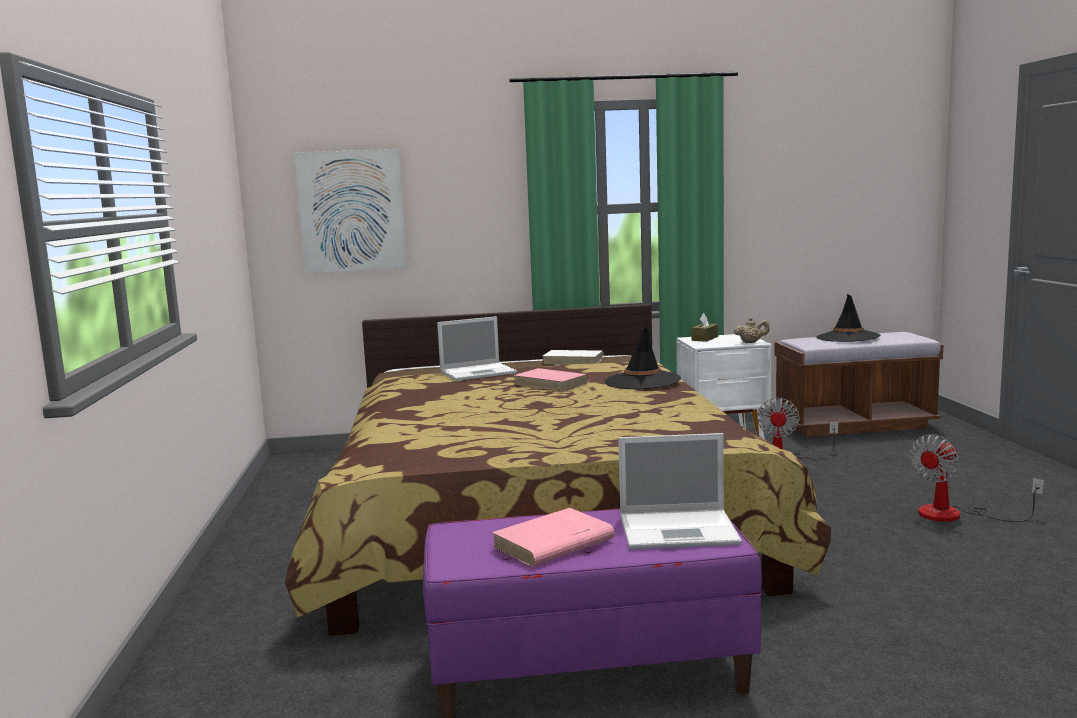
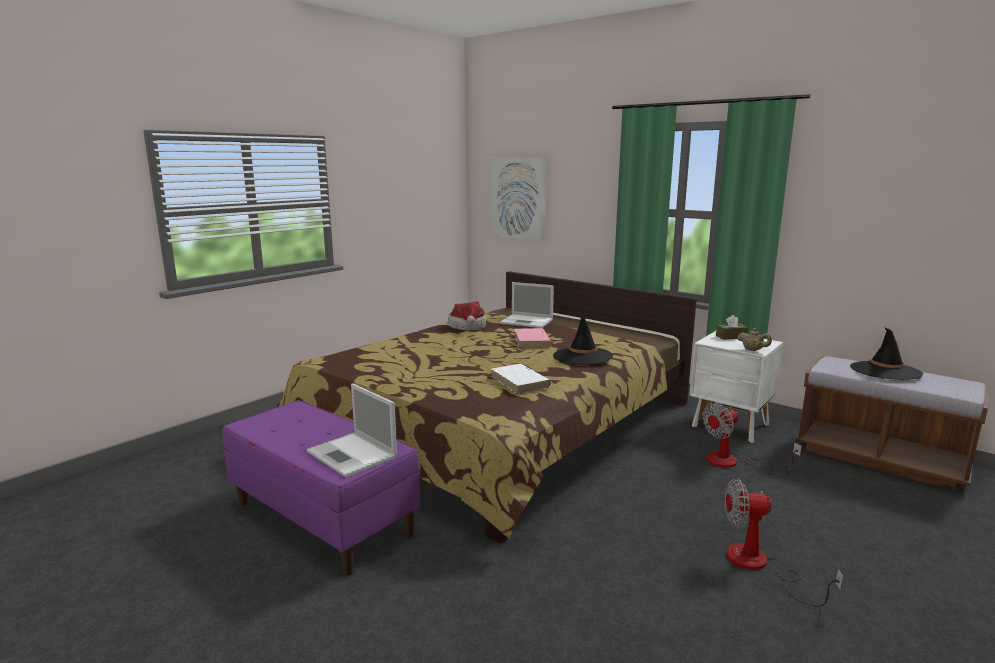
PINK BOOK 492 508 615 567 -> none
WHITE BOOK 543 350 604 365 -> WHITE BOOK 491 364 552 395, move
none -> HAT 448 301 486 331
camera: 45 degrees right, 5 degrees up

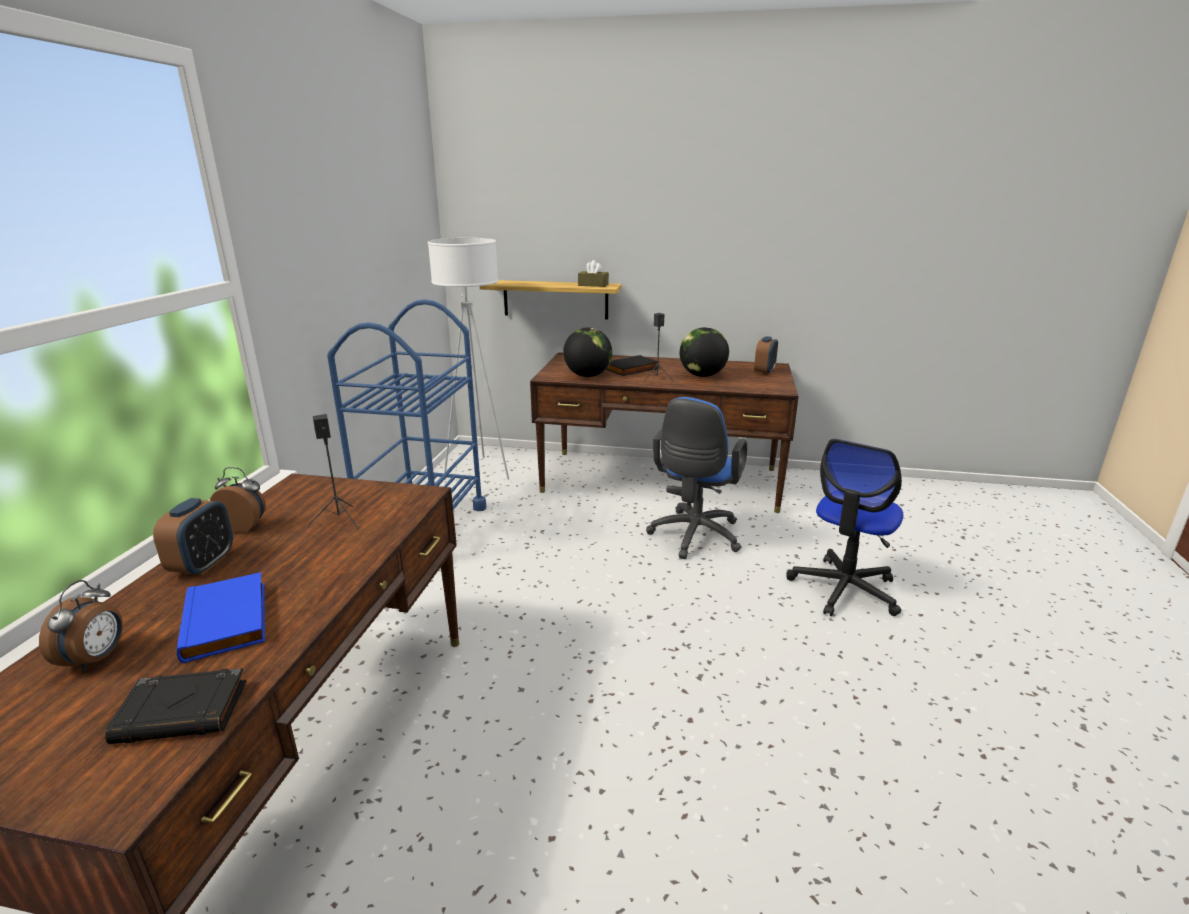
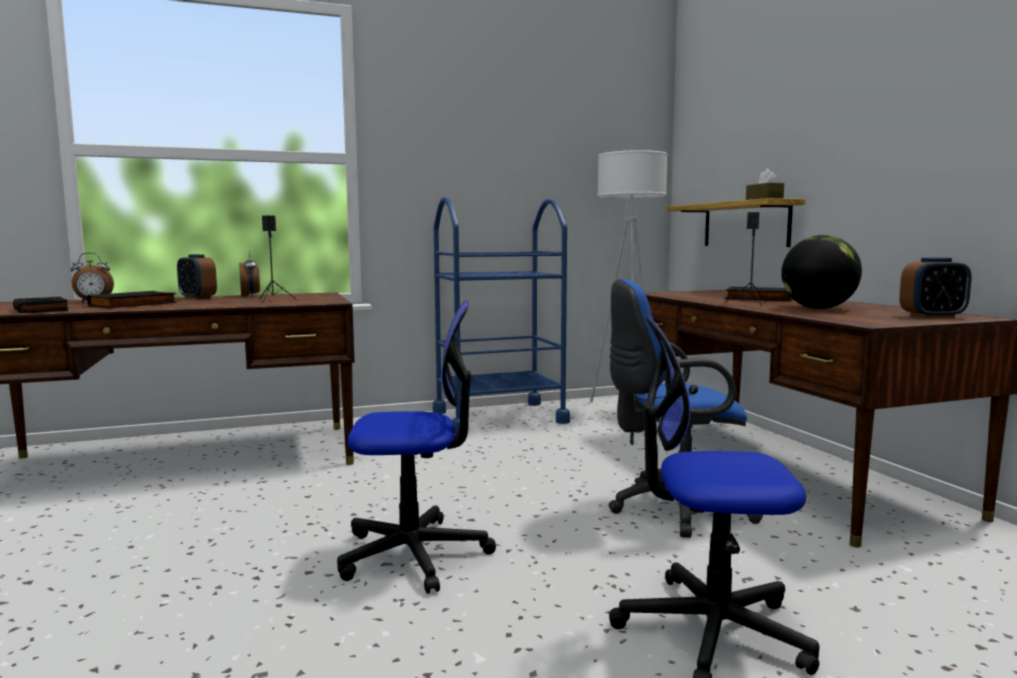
ALARM CLOCK 153 498 233 576 -> ALARM CLOCK 177 254 217 299, 60 degrees clockwise
BLUE BOOK 177 572 265 664 -> BLACK BOOK 87 291 177 308
GLOBE 563 327 612 377 -> none
none -> OFFICE CHAIR 337 300 496 594
camera: 60 degrees right, 15 degrees down

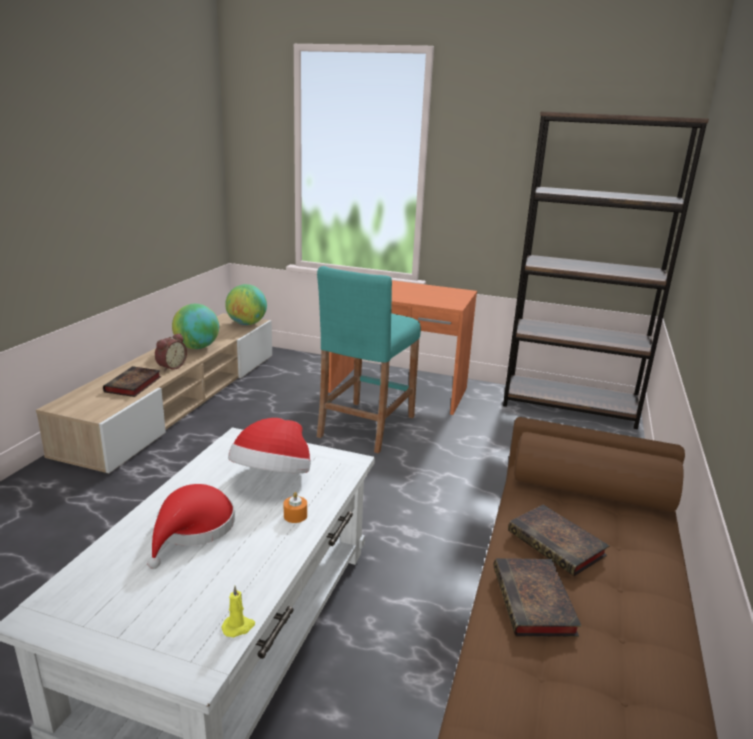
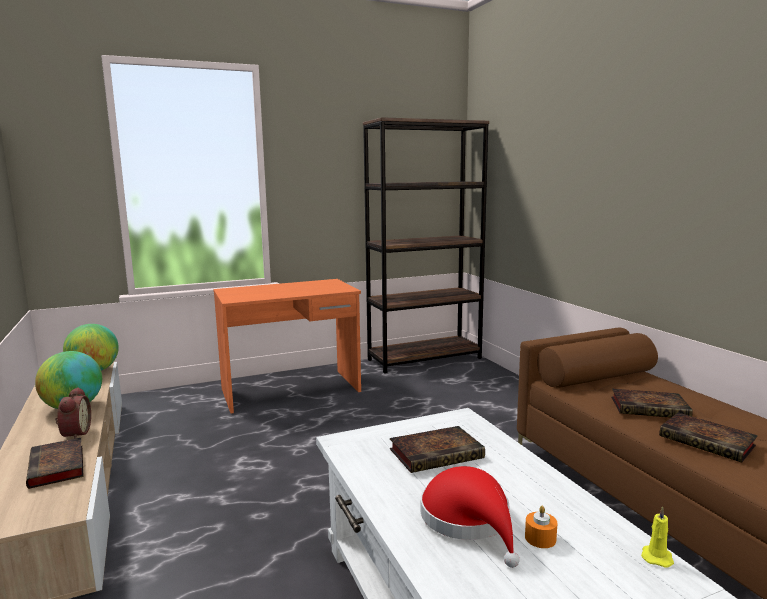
HAT 228 418 311 473 -> BOOK 390 426 485 473
ORANGE CANDLE 284 492 307 523 -> ORANGE CANDLE 525 506 557 548, move
TURQUOISE STOOL 317 266 421 453 -> none
camera: 40 degrees left, 10 degrees down

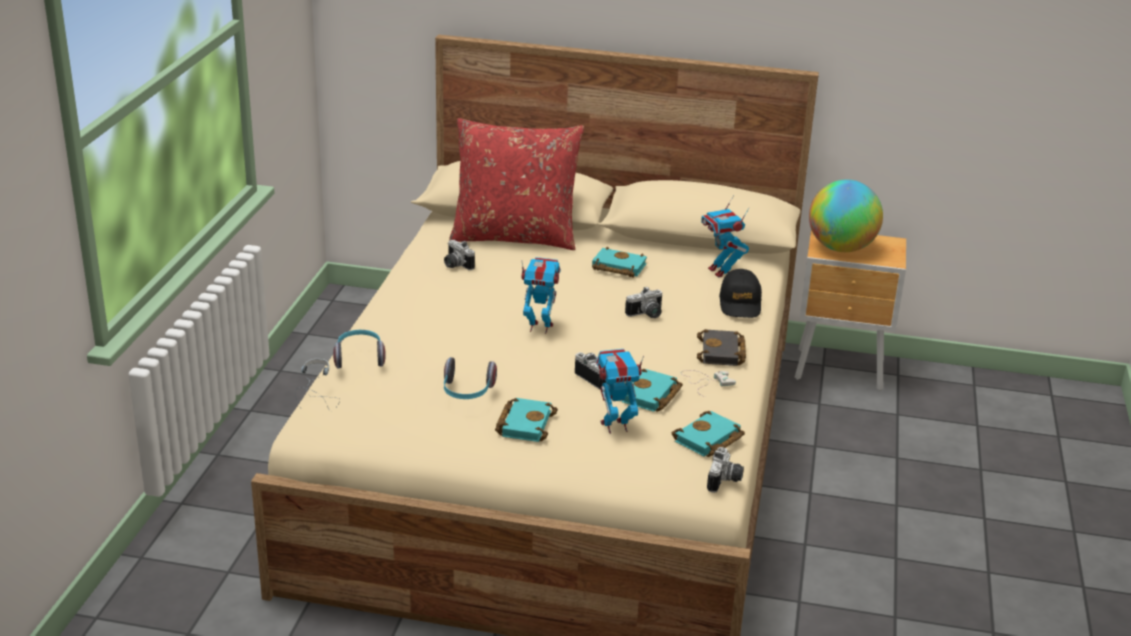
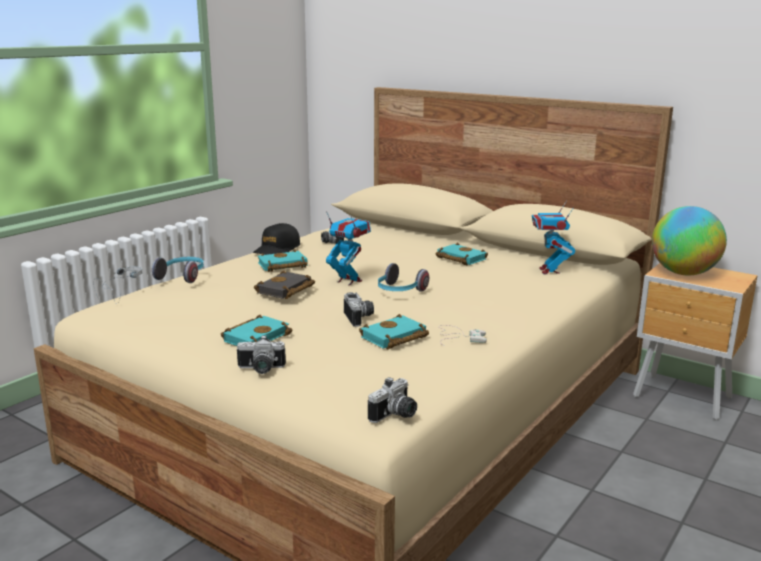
HEADPHONES 444 357 497 399 -> HEADPHONES 378 263 429 292, move
RED PILLOW 449 118 584 250 -> none
TOY ROBOT 596 349 644 434 -> none
PHOTO CAMERA 625 286 663 318 -> PHOTO CAMERA 237 335 286 374, move
TURQUOISE BOOK 672 411 745 457 -> TURQUOISE BOOK 258 250 308 272, move
BLACK BOOK 697 329 746 366 -> BLACK BOOK 254 270 315 299, move
BLACK CAP 719 269 762 318 -> BLACK CAP 253 223 300 255, move
camera: 25 degrees right, 10 degrees down

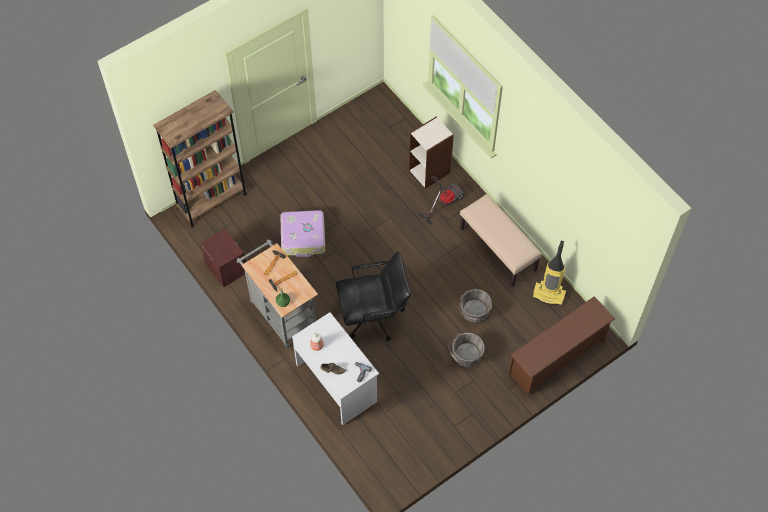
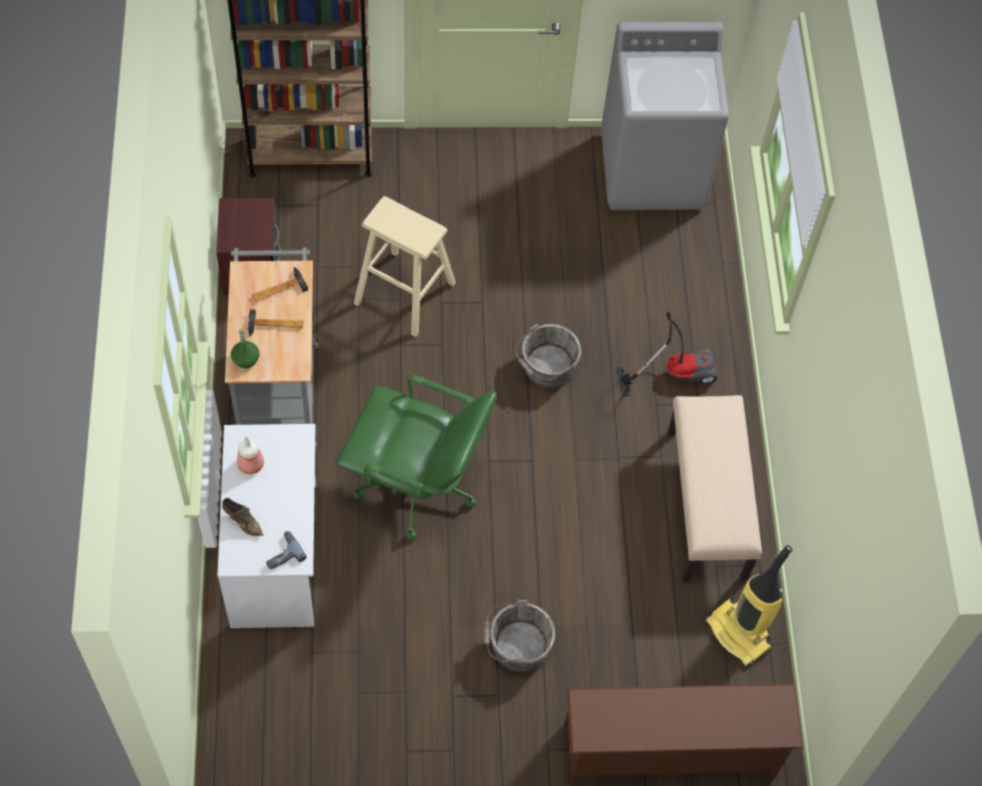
SUITCASE 280 210 325 257 -> BEIGE STOOL 354 196 456 337
BLACK OFFICE CHAIR 336 251 411 341 -> GREEN OFFICE CHAIR 337 375 497 540
BOOKCASE 409 116 454 189 -> none
GREY BUCKET 459 289 492 323 -> GREY BUCKET 515 324 582 388, move
none -> GREY WASHING MACHINE 601 22 729 210
camera: 30 degrees right, 0 degrees up

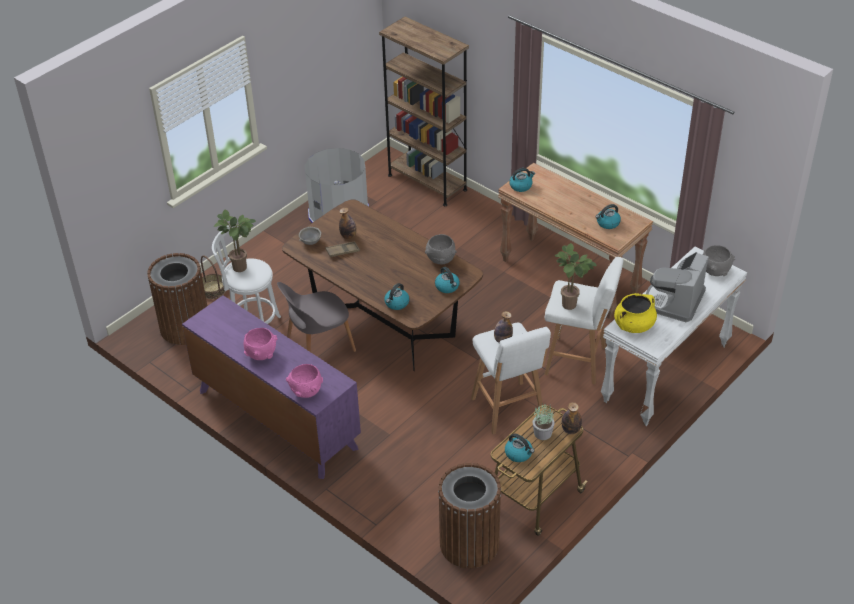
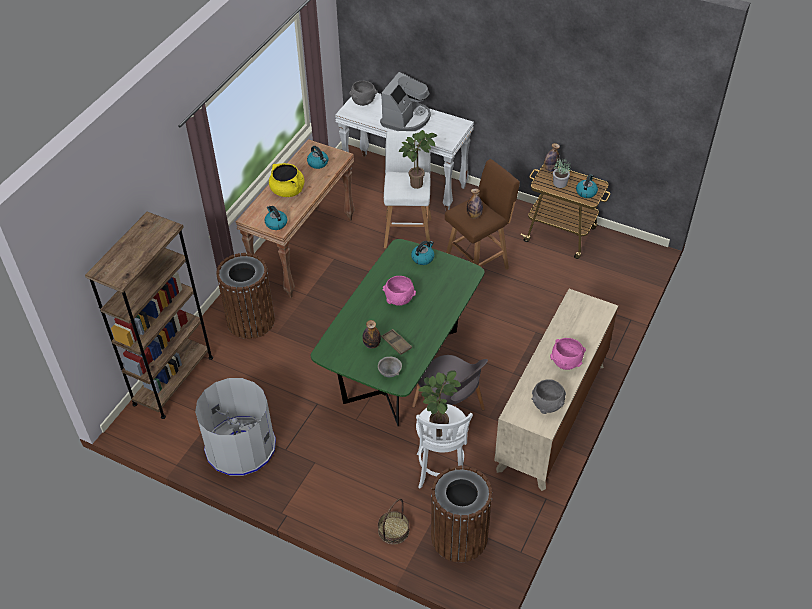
PURPLE DRESSER 182 296 361 479 -> BEIGE DRESSER 494 289 618 491
BROWN DINING TABLE 282 199 483 371 -> GREEN DINING TABLE 311 239 485 426
PINK BOWL 286 364 323 398 -> PINK BOWL 383 276 416 306, move
KETTLE 384 283 409 310 -> none
GREY BOWL 425 234 457 265 -> GREY BOWL 532 379 566 414, move
BROWN TRASH CAN 438 463 501 568 -> BROWN TRASH CAN 216 253 275 339, move
WHITE STOOL 471 323 551 434 -> BROWN STOOL 445 159 520 270
YELLOW COOKING POT 614 293 657 333 -> YELLOW COOKING POT 269 163 304 197, move
COFFEE MACHINE 646 252 709 322 -> COFFEE MACHINE 380 72 431 131, 75 degrees counterclockwise
camera: 105 degrees left, 5 degrees up

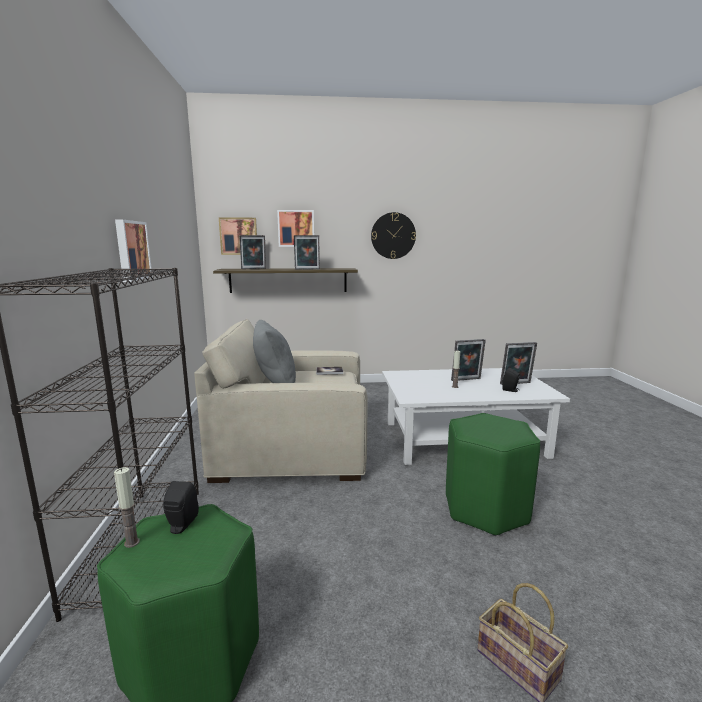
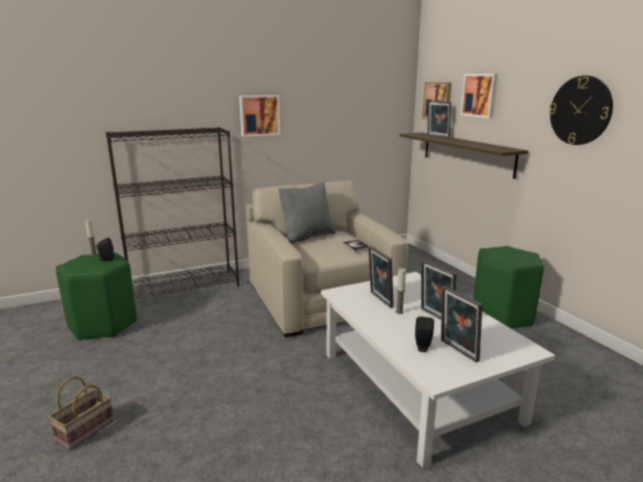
PICTURE FRAME 294 235 320 269 -> PICTURE FRAME 368 246 394 308, move
GREEN STOOL 446 413 540 536 -> GREEN STOOL 473 246 544 329, move
camera: 70 degrees right, 5 degrees up

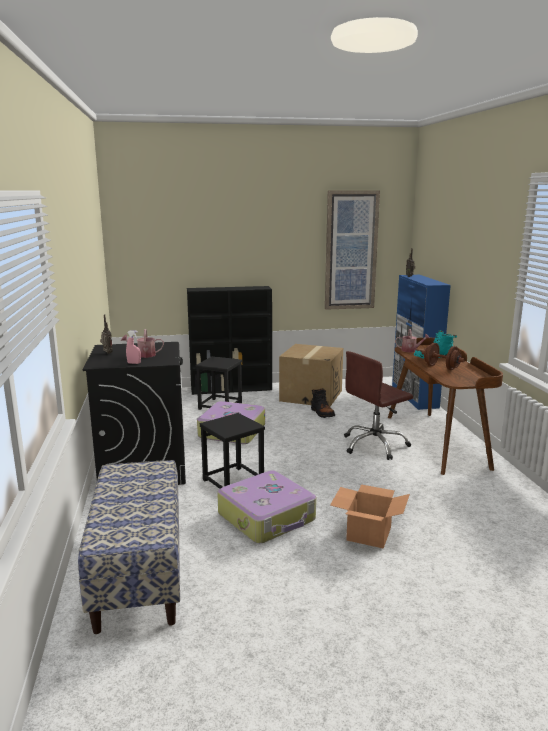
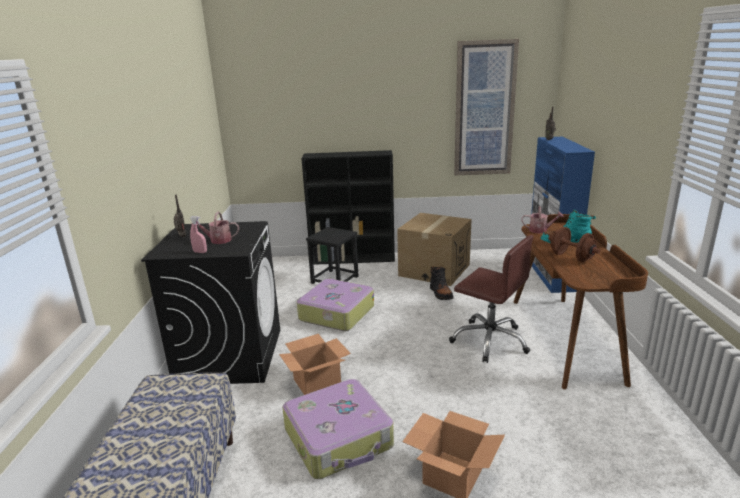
BLACK STOOL 200 413 265 489 -> CARDBOARD BOX 279 334 351 395
BROWN OFFICE CHAIR 344 351 413 460 -> BROWN OFFICE CHAIR 449 235 534 363, 120 degrees counterclockwise
camera: 10 degrees right, 5 degrees up

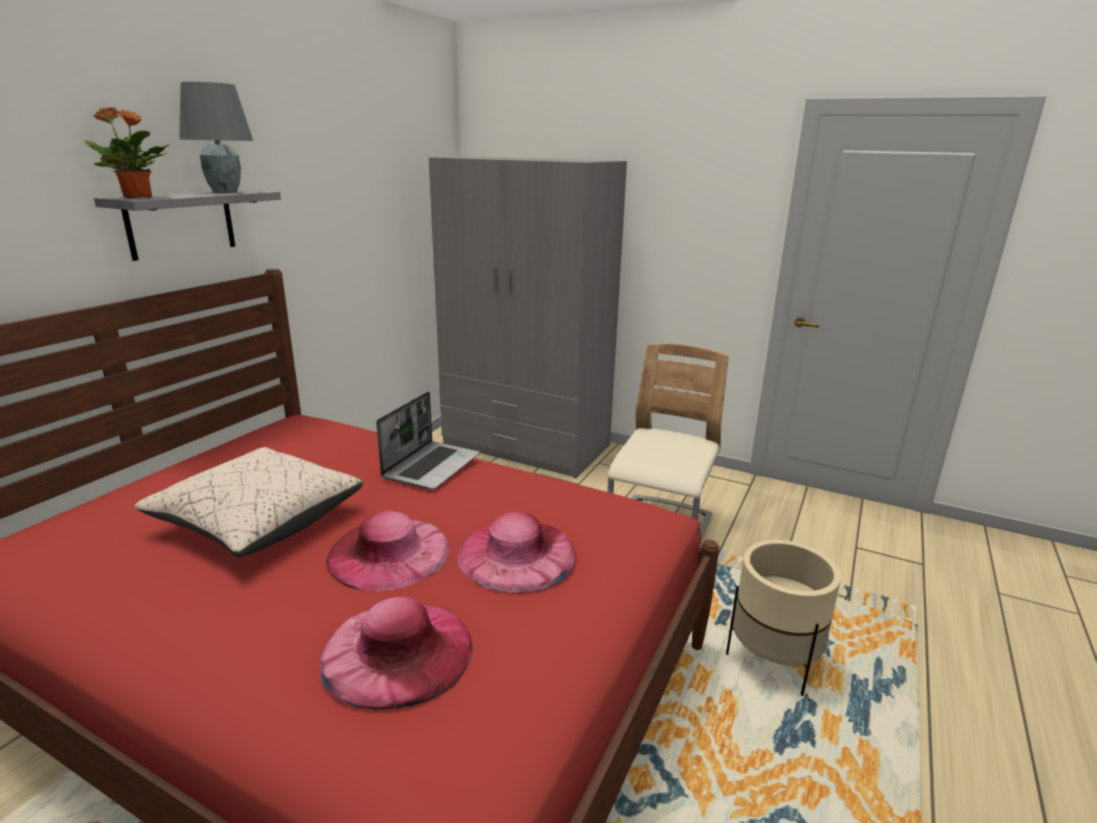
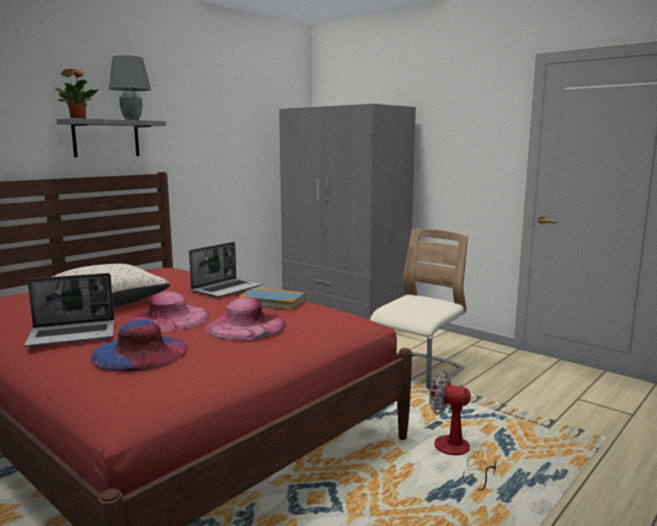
PINK HAT 320 597 473 709 -> BLUE HAT 91 320 187 371
BEIGE PLANTER 726 540 841 696 -> FAN 430 371 497 491
none -> LAPTOP 24 273 115 347
none -> BOOK 237 288 306 310
camera: 15 degrees right, 10 degrees down

